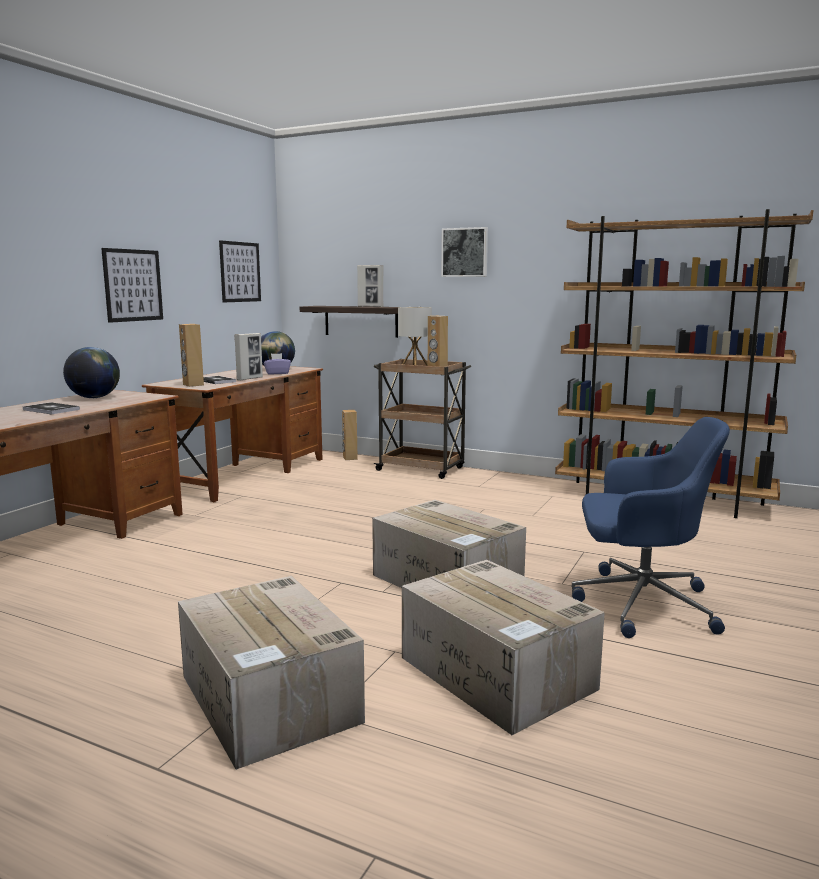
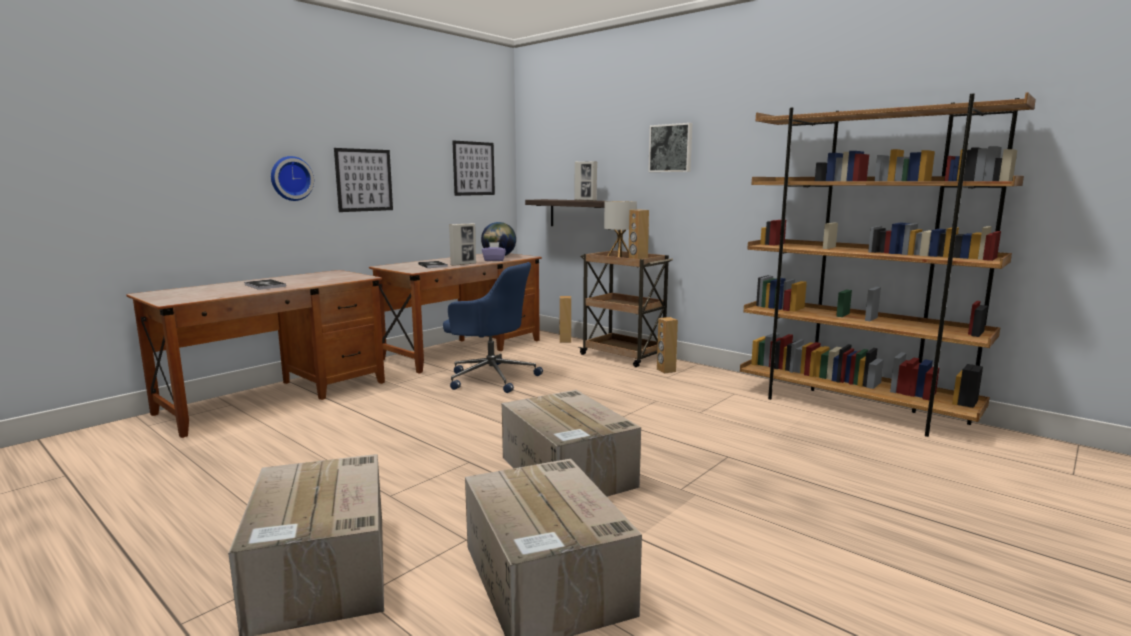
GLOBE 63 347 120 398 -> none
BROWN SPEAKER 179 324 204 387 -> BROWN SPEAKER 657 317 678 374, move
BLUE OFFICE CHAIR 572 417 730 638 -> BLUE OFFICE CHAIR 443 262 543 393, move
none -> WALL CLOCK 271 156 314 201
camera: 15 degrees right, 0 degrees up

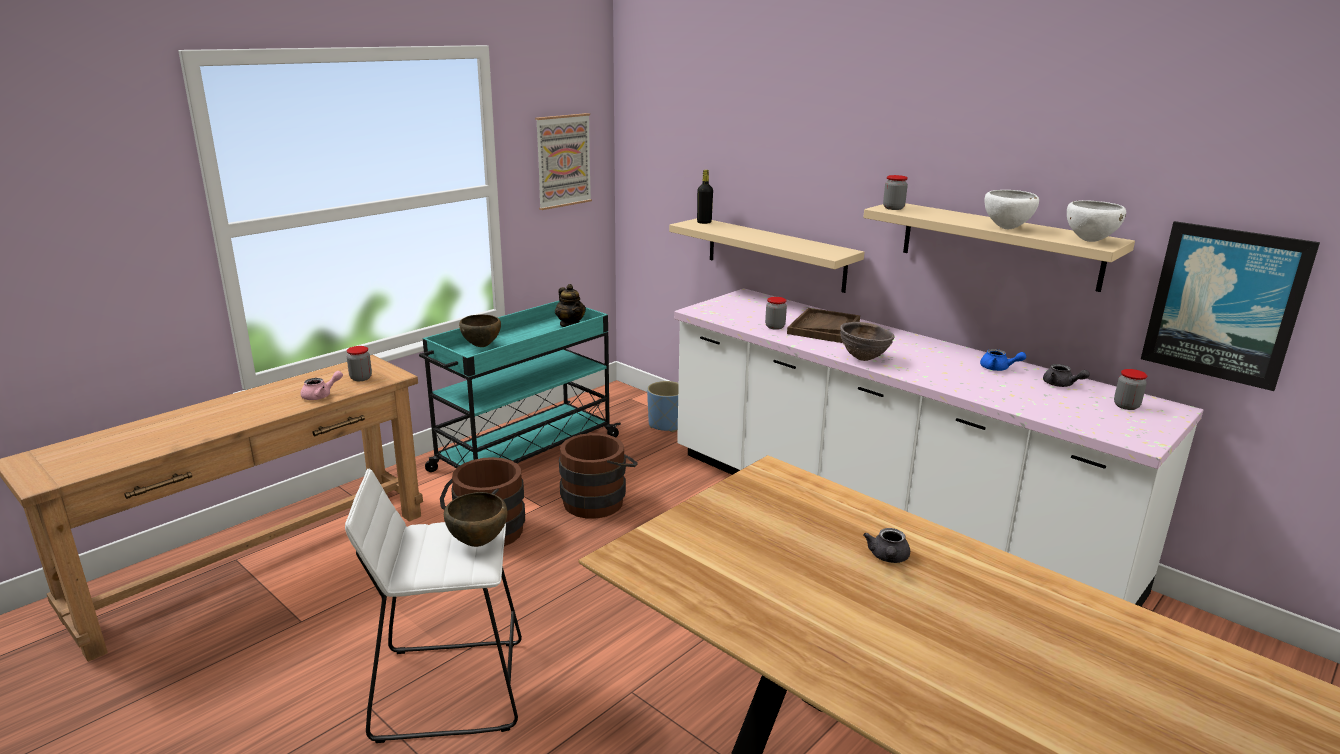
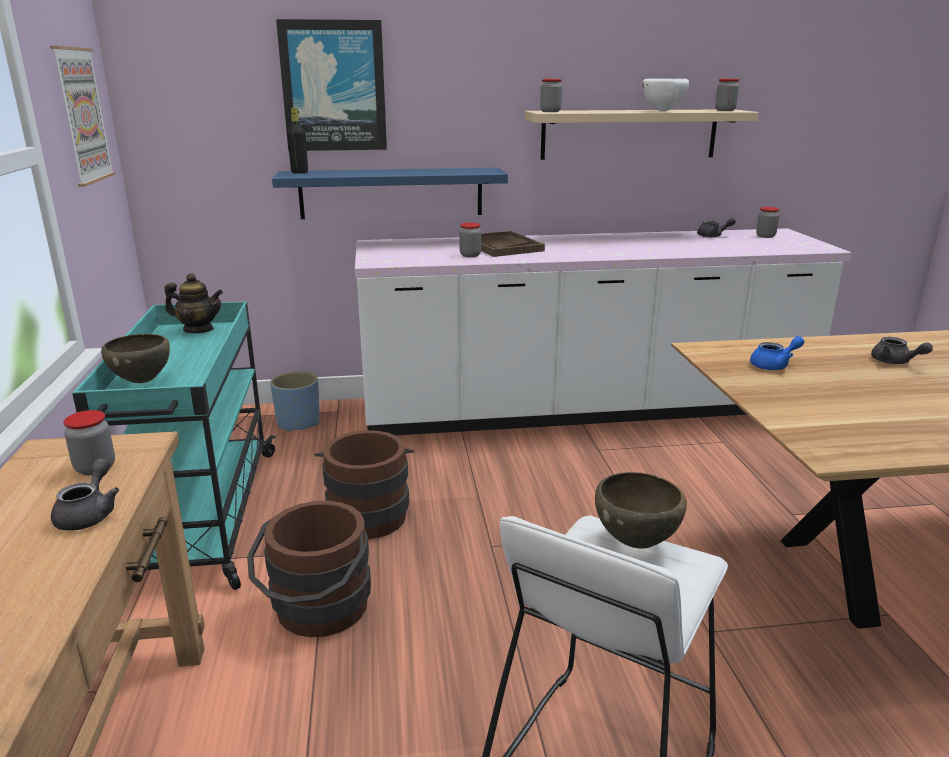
PINK TEAPOT 301 371 343 400 -> GREY TEAPOT 51 458 120 531
BEIGE SHELF 669 218 864 293 -> BLUE SHELF 272 168 508 219
BROWN BOWL 840 322 895 361 -> none
BLUE TEAPOT 980 349 1026 371 -> BLUE TEAPOT 750 336 804 370, move
WHITE BOWL 1067 200 1126 242 -> JAR 715 78 739 111
PICTURE 1141 221 1320 391 -> PICTURE 276 19 387 151, move
camera: 50 degrees left, 0 degrees up

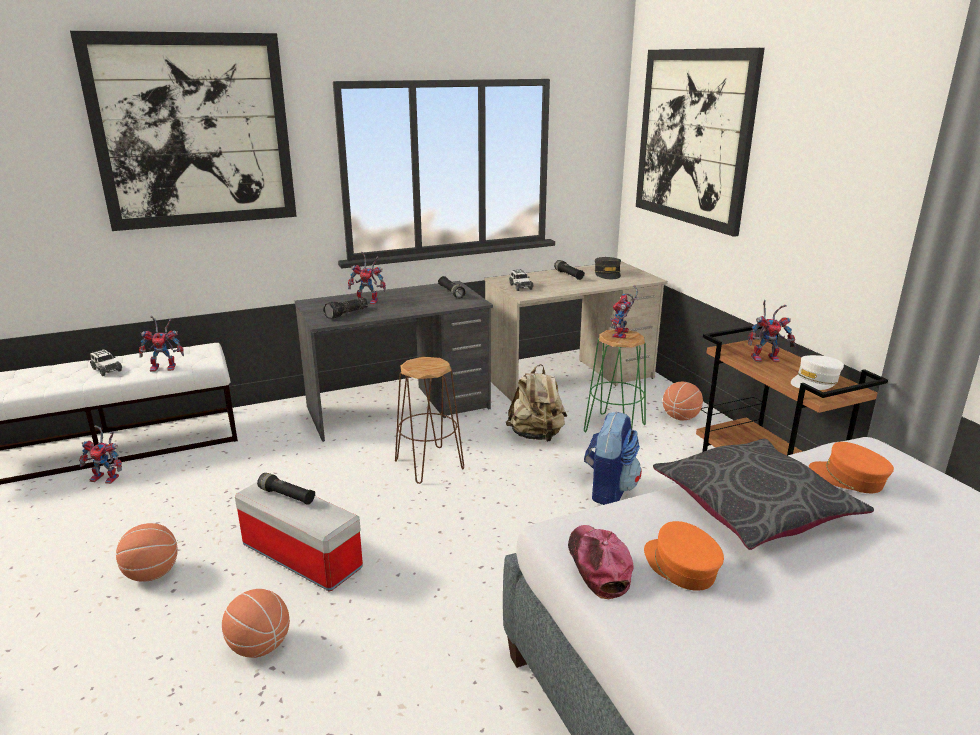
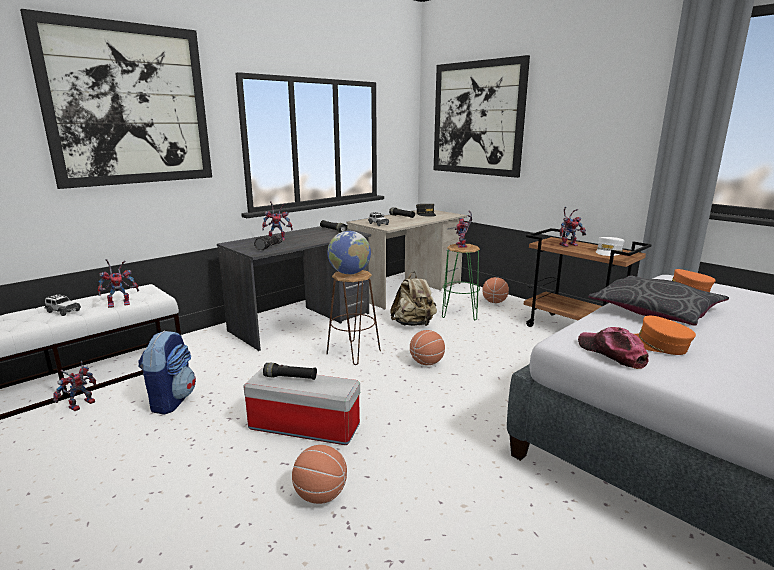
TOY ROBOT 79 425 122 484 -> TOY ROBOT 53 361 96 411, 135 degrees clockwise
BASKETBALL 116 523 178 582 -> BASKETBALL 410 330 445 365, move
BACKPACK 584 411 642 505 -> BACKPACK 138 331 196 415, move
none -> GLOBE 327 231 371 275
camera: 20 degrees left, 5 degrees down

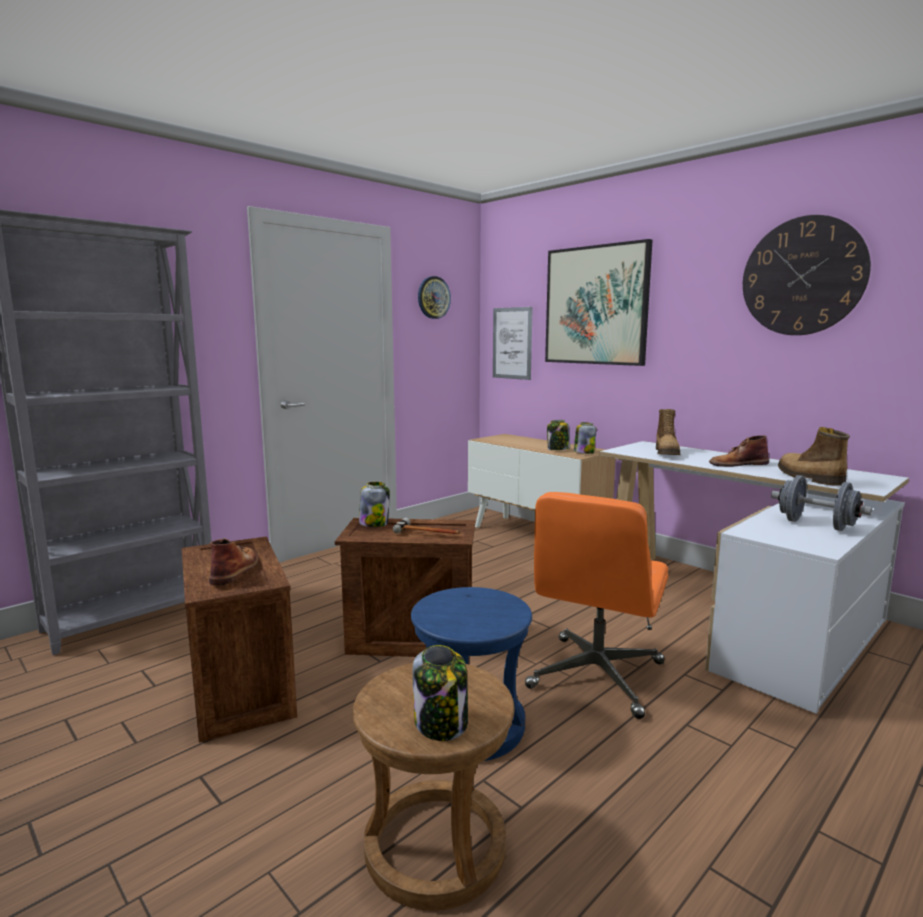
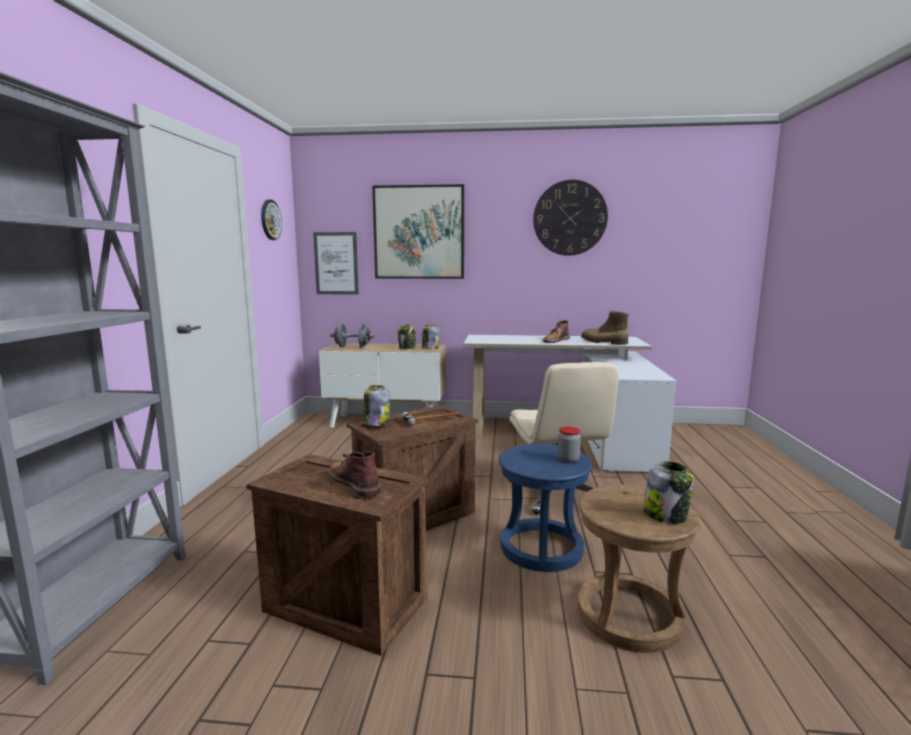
ORANGE OFFICE CHAIR 525 492 669 719 -> BEIGE OFFICE CHAIR 509 362 619 514
BOOT 656 409 680 455 -> none
GREY DUMBBELL 771 475 872 531 -> GREY DUMBBELL 330 323 375 348, move
none -> JAR 557 427 581 463
camera: 40 degrees left, 0 degrees up

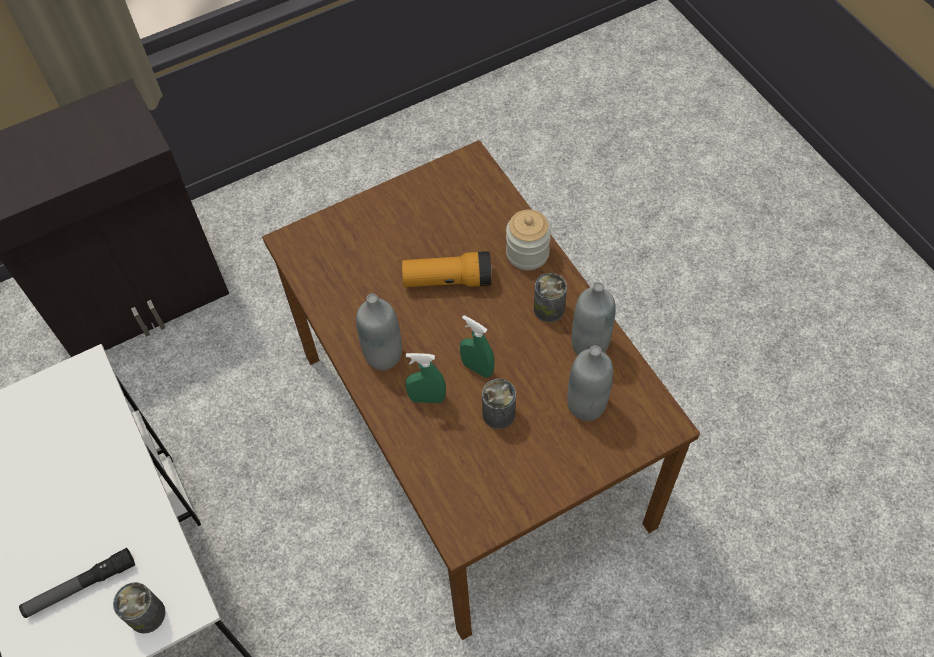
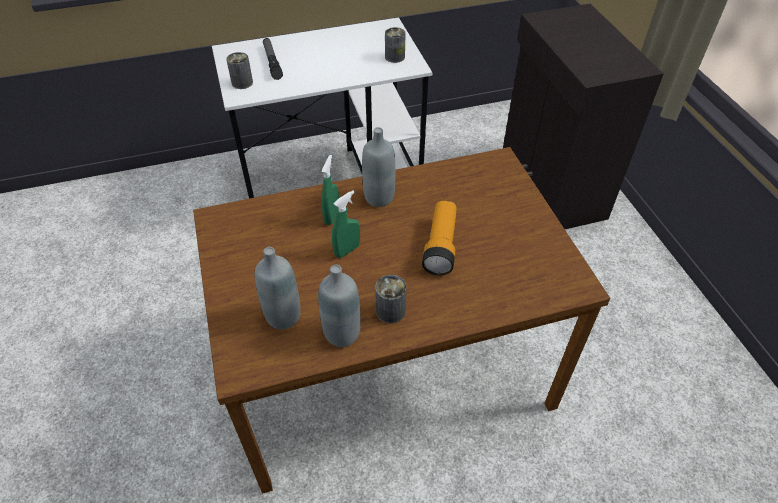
CAN 482 379 516 429 -> CAN 385 27 406 63, move
JAR 506 210 551 270 -> none
camera: 100 degrees right, 10 degrees down

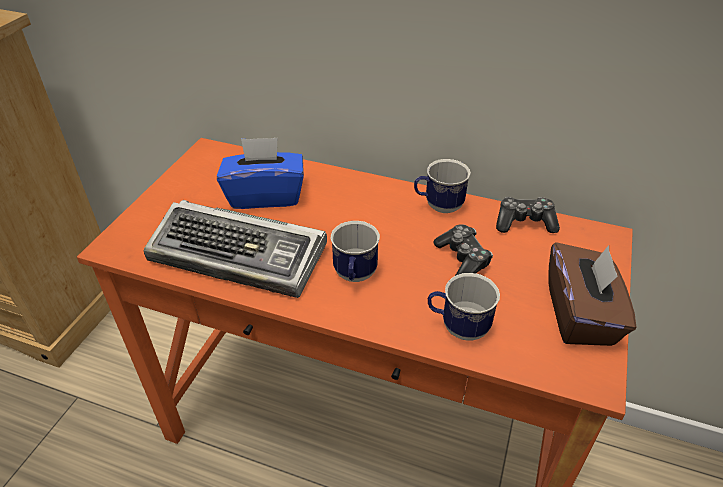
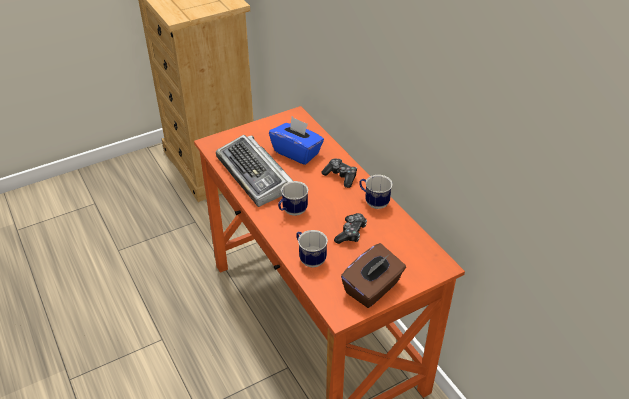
GAME CONTROLLER 496 197 560 233 -> GAME CONTROLLER 322 159 357 188, move
camera: 40 degrees right, 0 degrees up

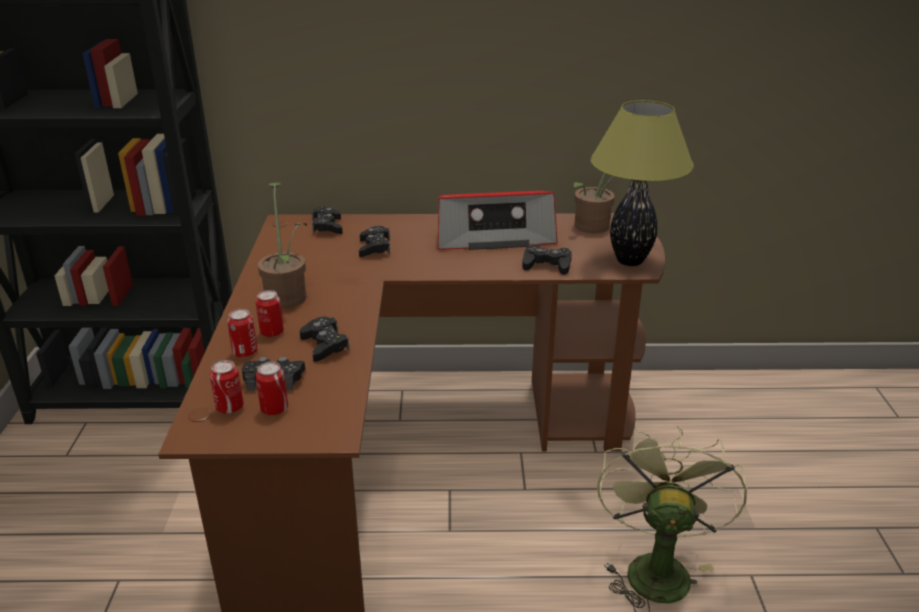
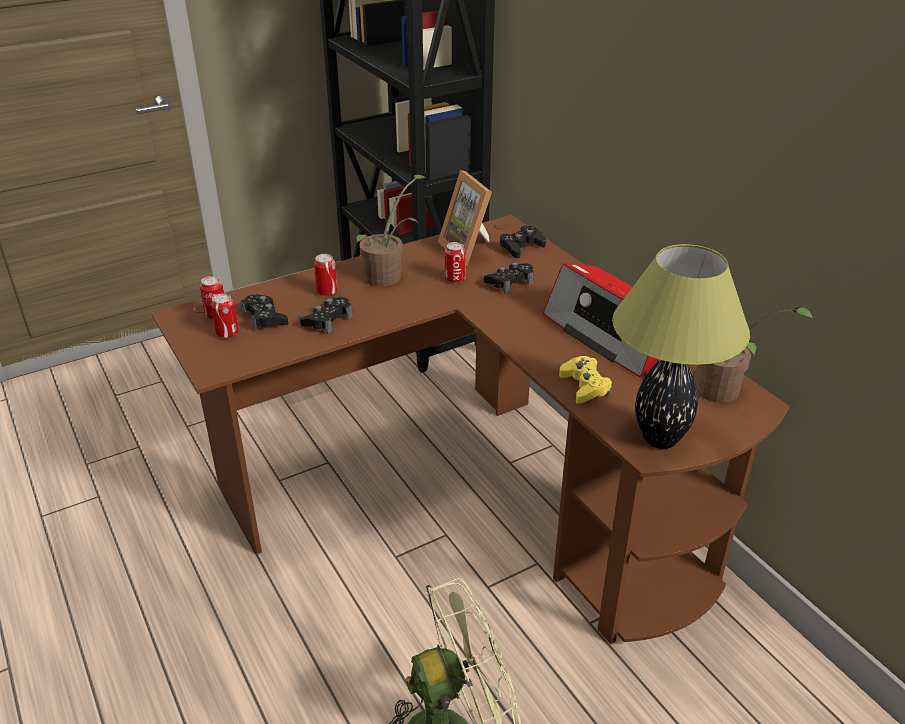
CAN 227 309 258 358 -> CAN 445 242 466 283, move
BLACK GAME CONTROLLER 522 244 572 275 -> YELLOW GAME CONTROLLER 559 356 612 404
none -> PICTURE FRAME 438 170 492 266
camera: 60 degrees right, 5 degrees up

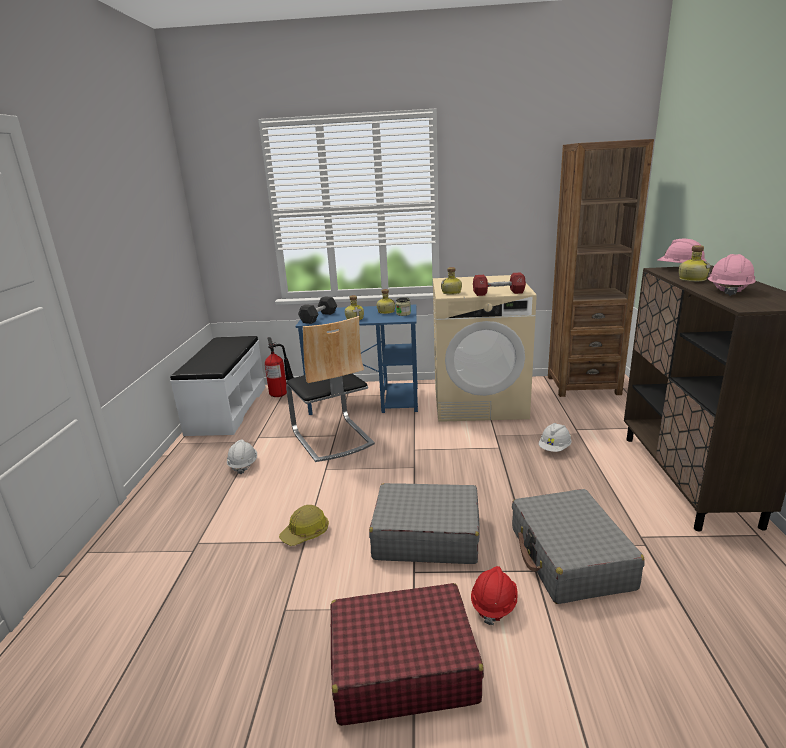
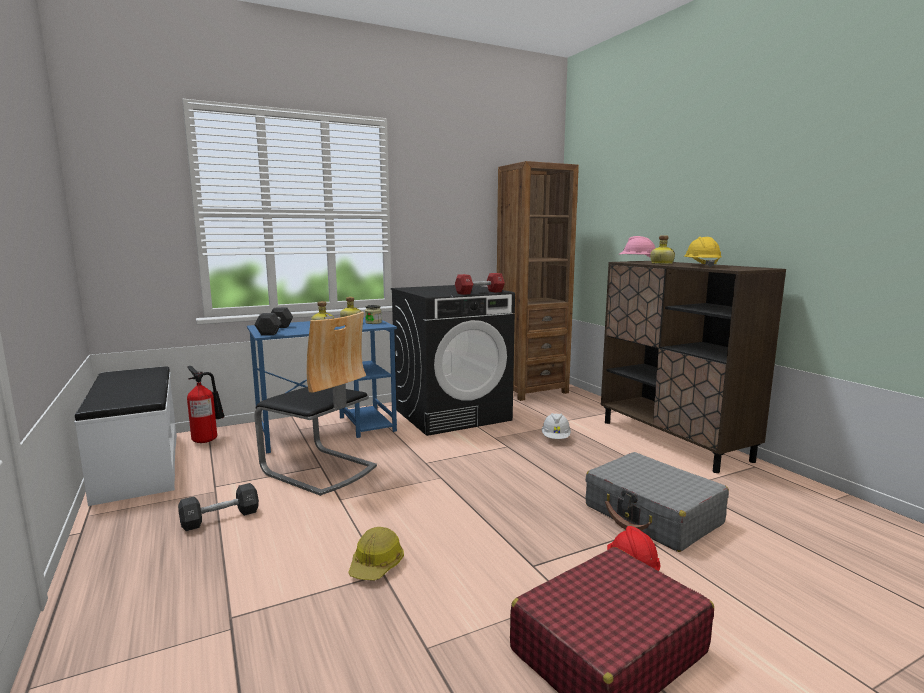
WHITE HARD HAT 227 439 257 474 -> BLACK DUMBBELL 178 483 259 531
GREY SUITCASE 369 483 480 564 -> none
BEIGE WASHING MACHINE 433 275 537 422 -> BLACK WASHING MACHINE 391 285 515 436
BOTTLE 441 267 462 295 -> none
PINK HARD HAT 708 254 756 296 -> YELLOW HARD HAT 684 237 721 267
camera: 30 degrees left, 10 degrees down

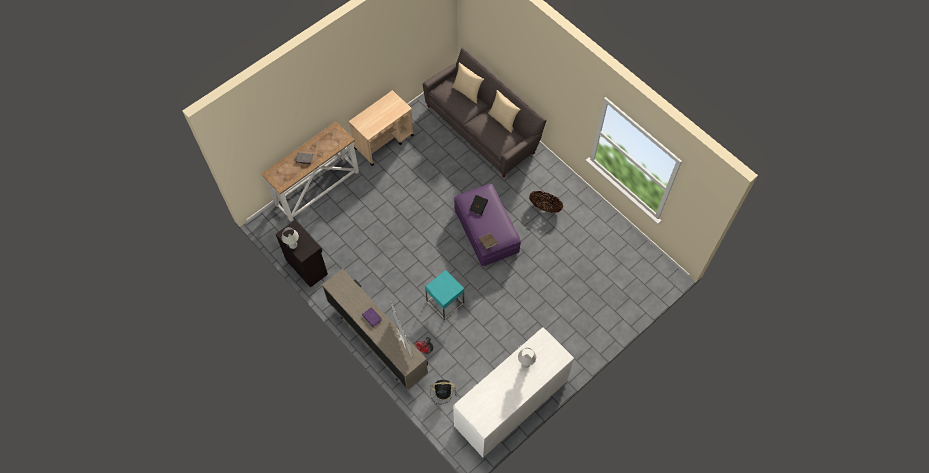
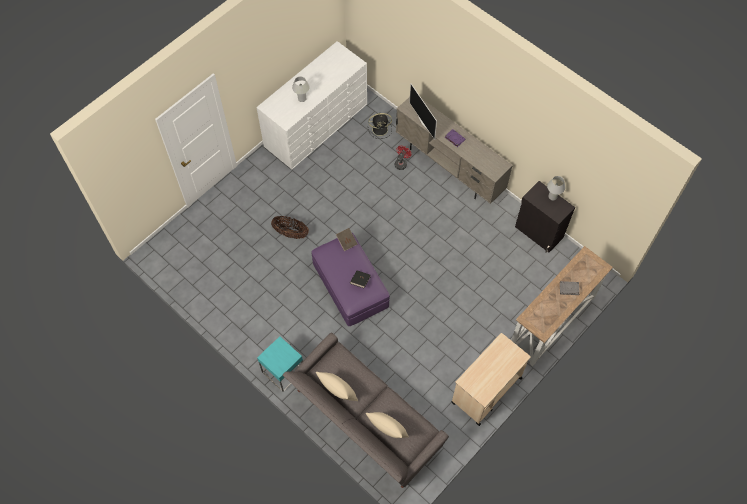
TURQUOISE SIDE TABLE 425 270 464 320 -> TURQUOISE SIDE TABLE 257 336 303 392, move
BASKET 529 191 563 213 -> BASKET 271 216 309 239, move
camera: 175 degrees right, 0 degrees up

